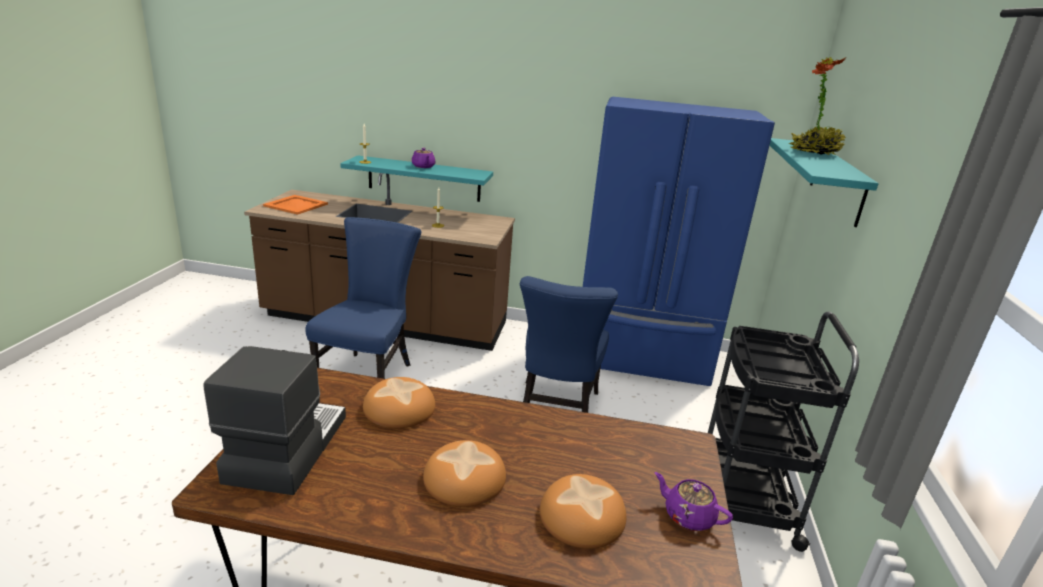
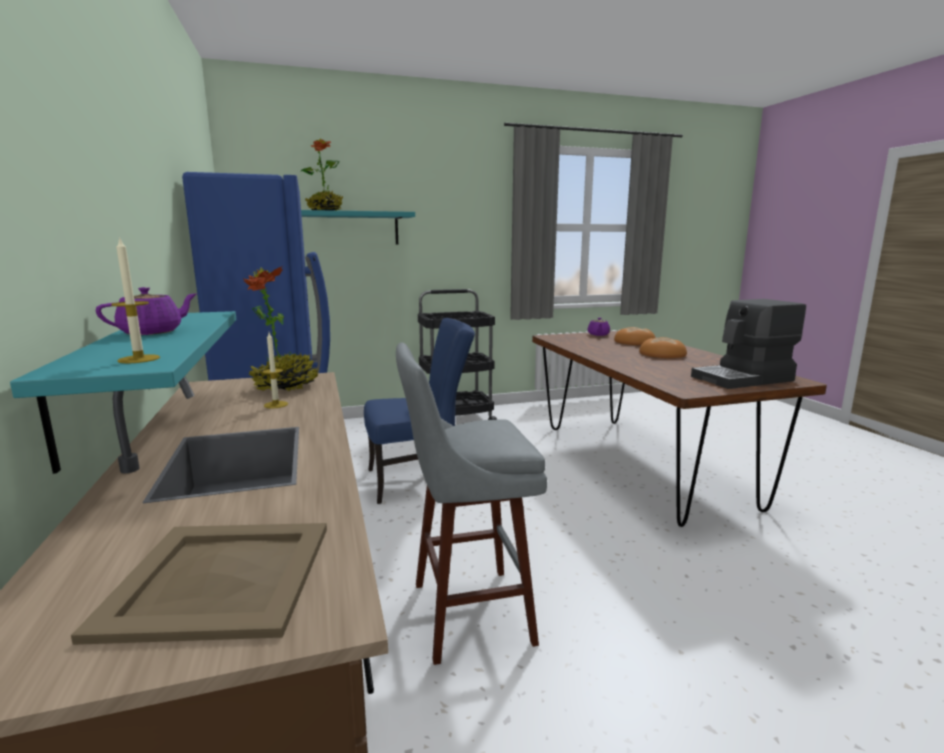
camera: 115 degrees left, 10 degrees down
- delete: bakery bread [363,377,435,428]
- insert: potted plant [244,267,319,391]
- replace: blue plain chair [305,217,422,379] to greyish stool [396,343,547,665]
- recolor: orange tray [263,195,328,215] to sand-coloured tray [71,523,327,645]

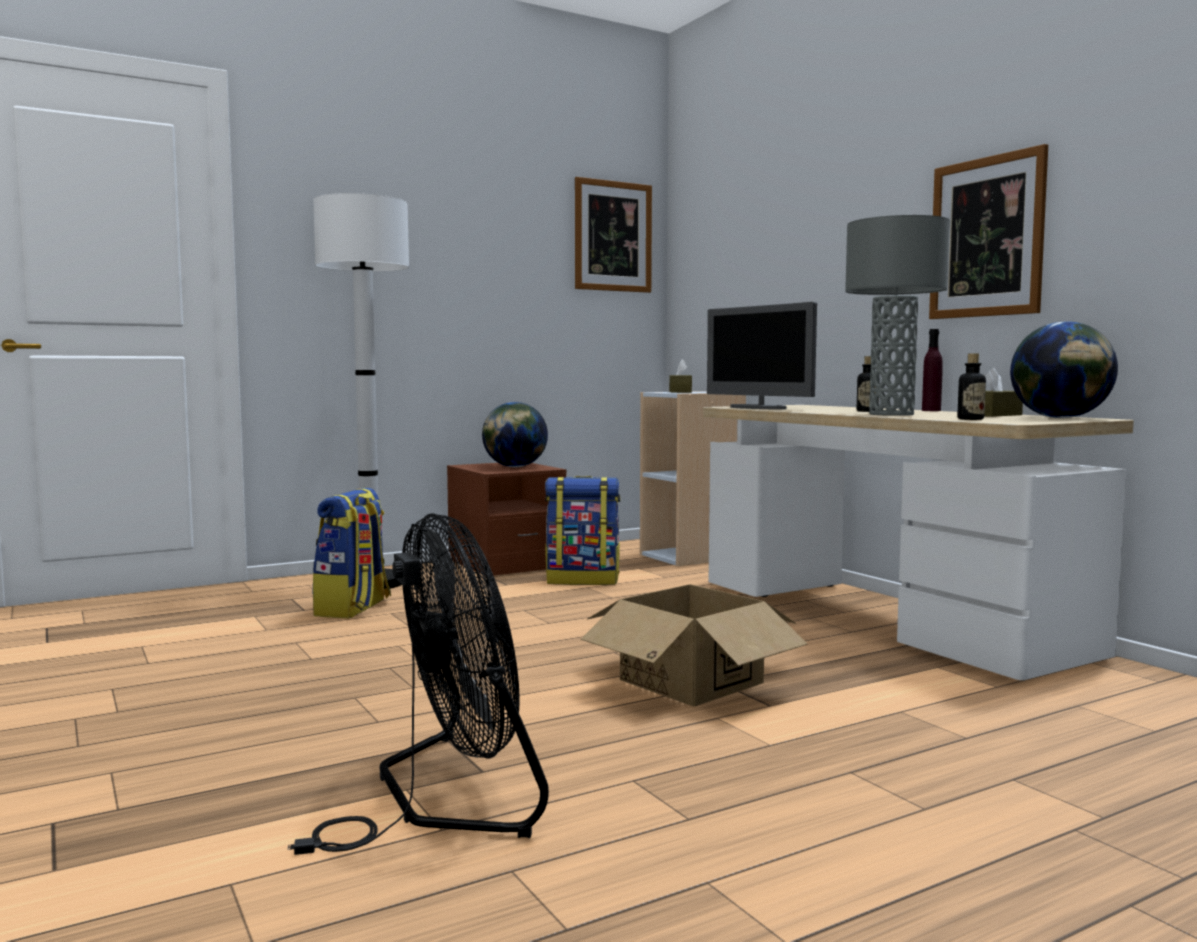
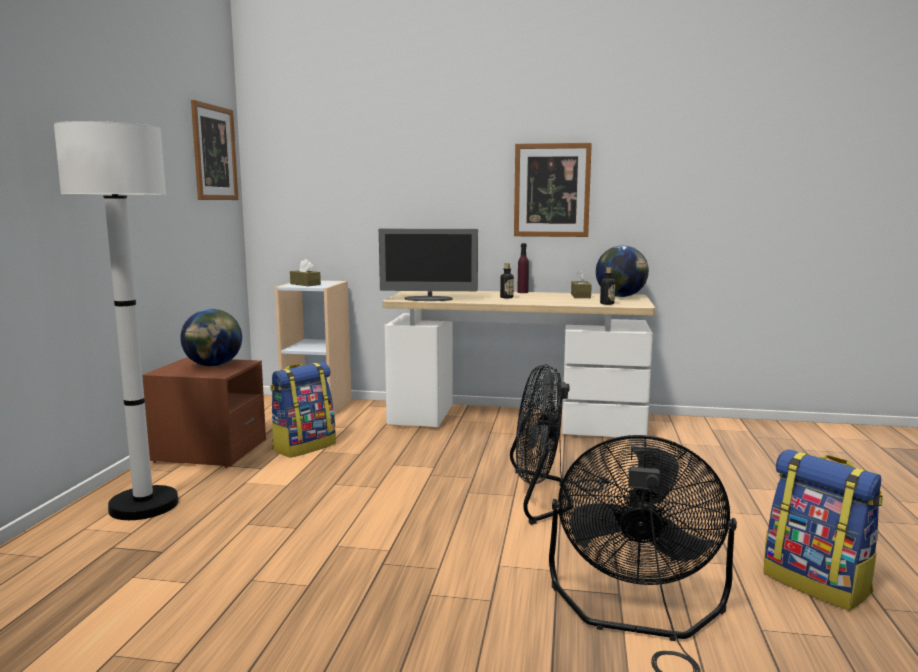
camera: 50 degrees left, 5 degrees up
- delete: greyish lamp for a table [845,215,950,416]
- move: backpack [312,488,391,618] to [763,449,883,611]
- replace: packing box [581,584,807,706] to blackish fan [510,364,612,525]

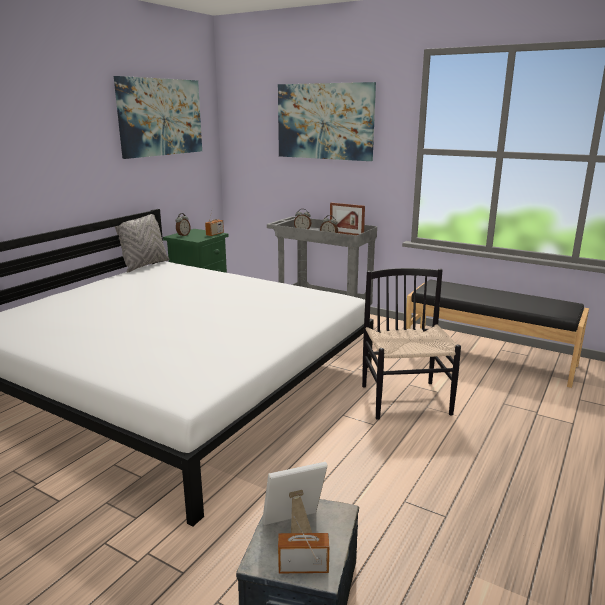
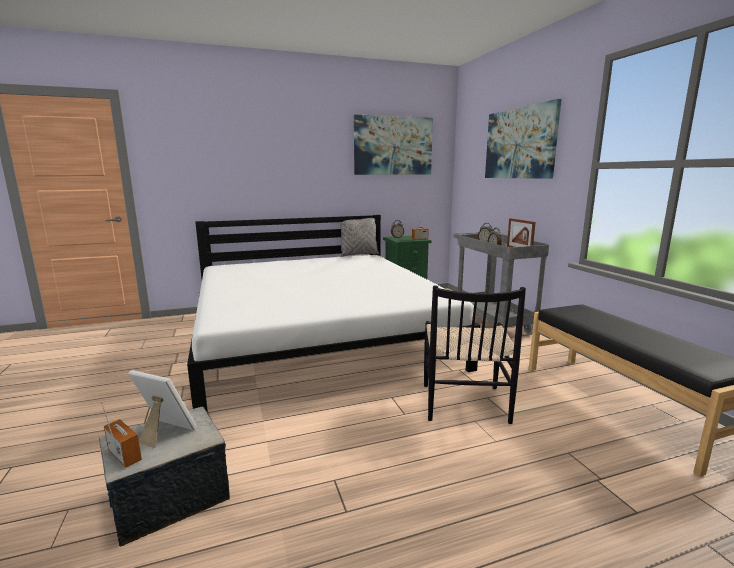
camera: 40 degrees right, 5 degrees down
- rotate: blackish plain chair [362,268,461,420] = [424,286,526,424] 150 degrees clockwise

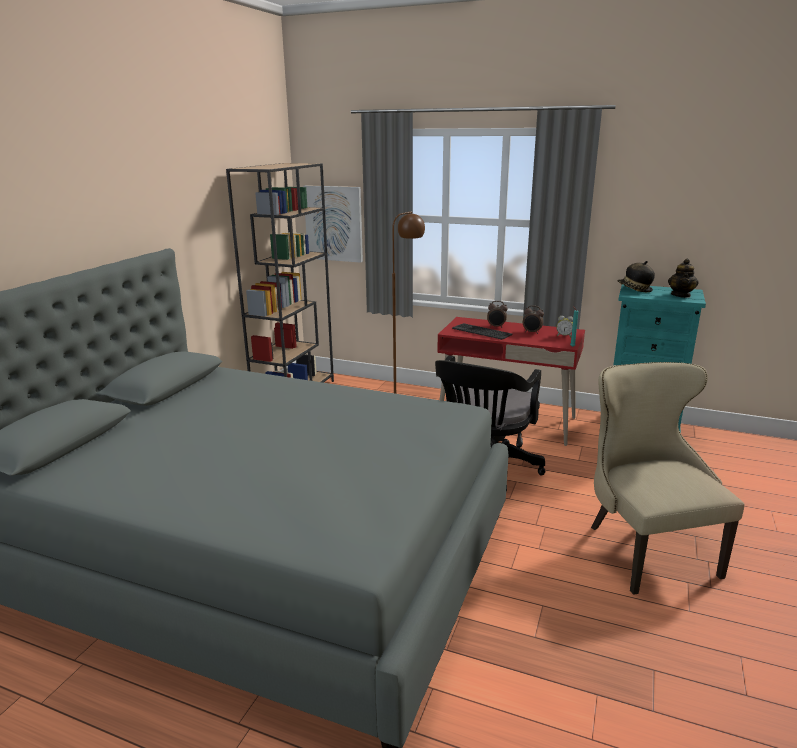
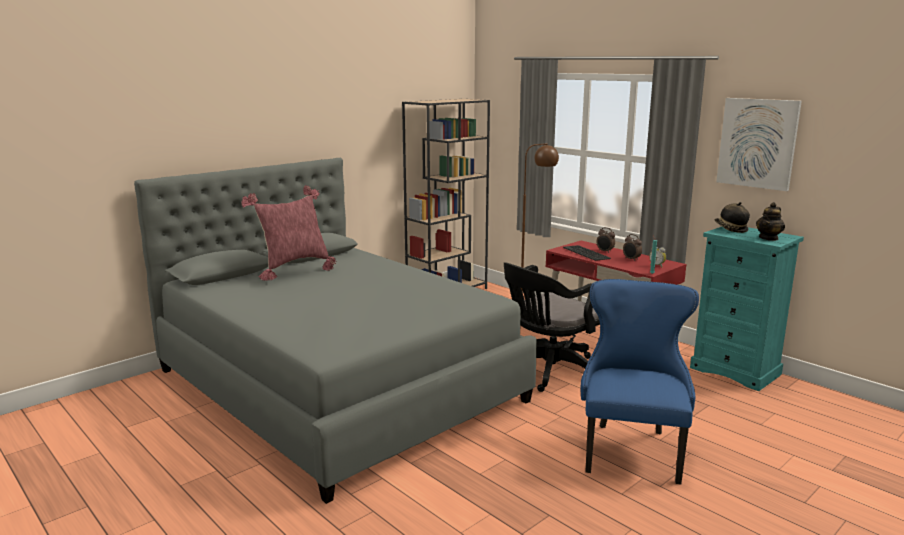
camera: 25 degrees right, 5 degrees down
- insert: reddish pillow [242,185,336,281]
- move: picture [303,185,363,263] to [716,98,802,191]
- recolor: sand-coloured plain chair [591,362,744,595] to blue plain chair [581,279,699,484]

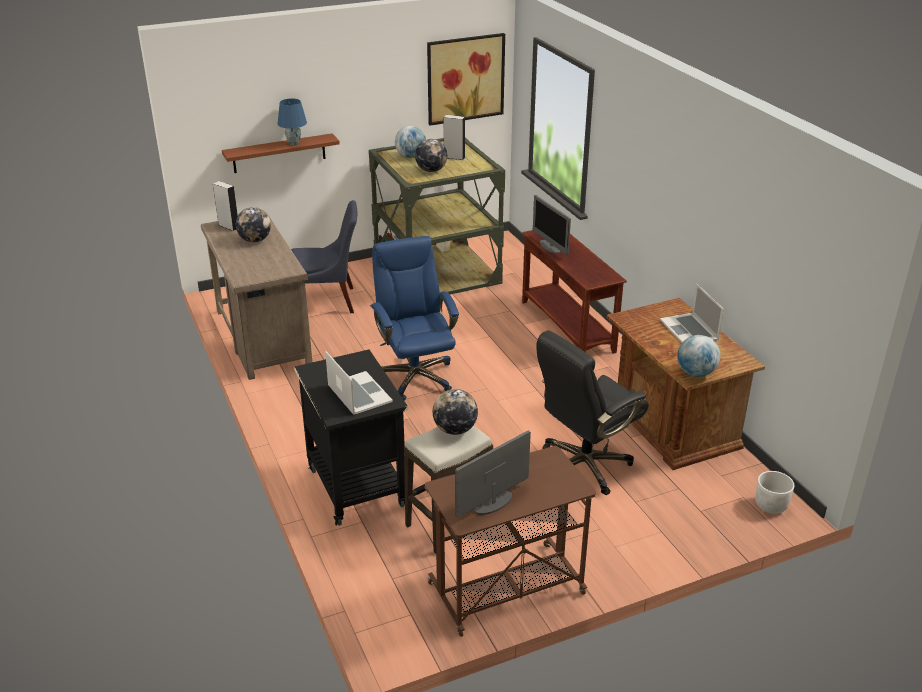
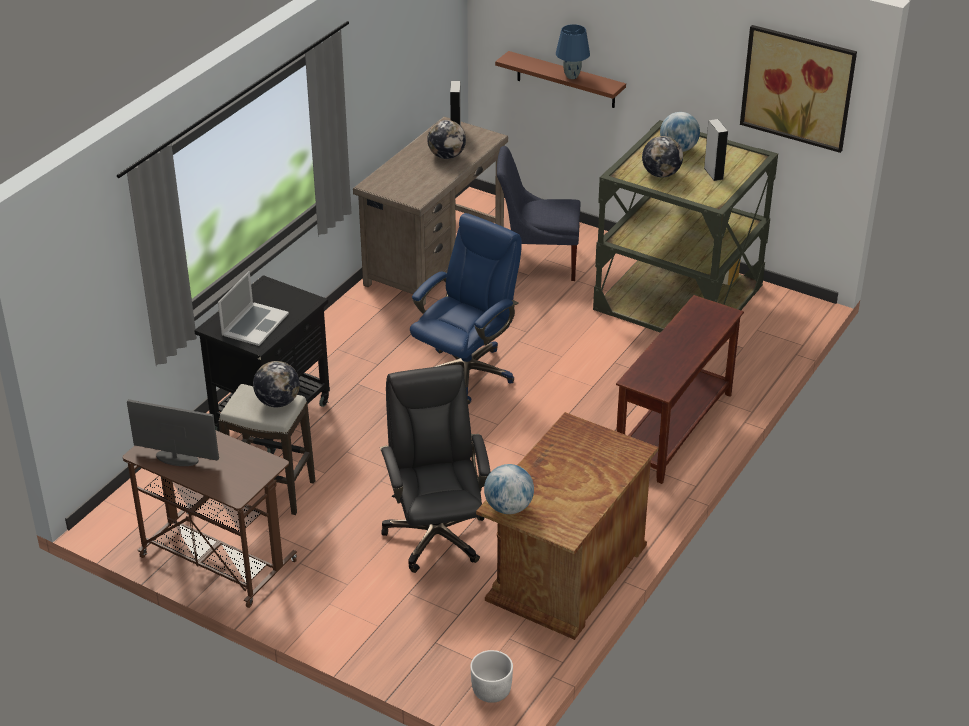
camera: 55 degrees right, 5 degrees up
- delete: computer display [533,195,571,255]
- delete: laptop [660,284,724,343]
- rotate: blue plain chair [291,200,358,313] = [497,146,581,281] 135 degrees clockwise
- rotate: blackish desk chair [536,330,649,495] = [380,365,491,573] 60 degrees clockwise

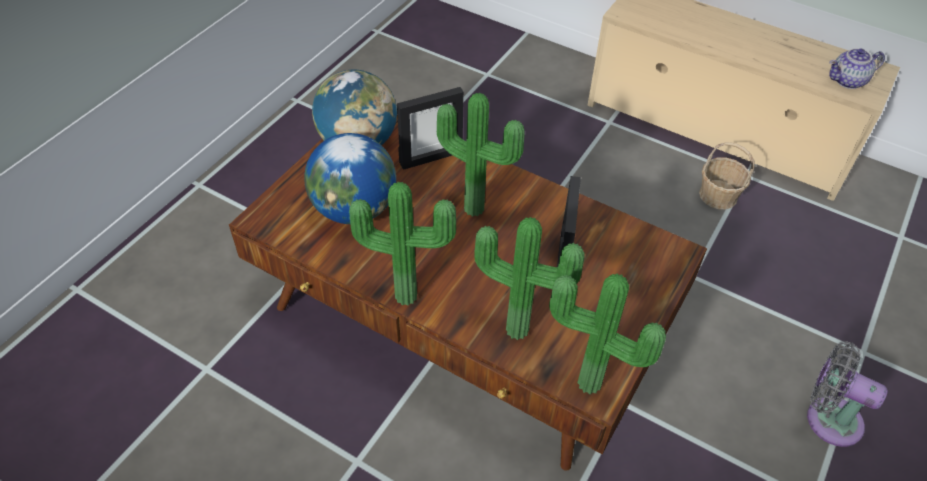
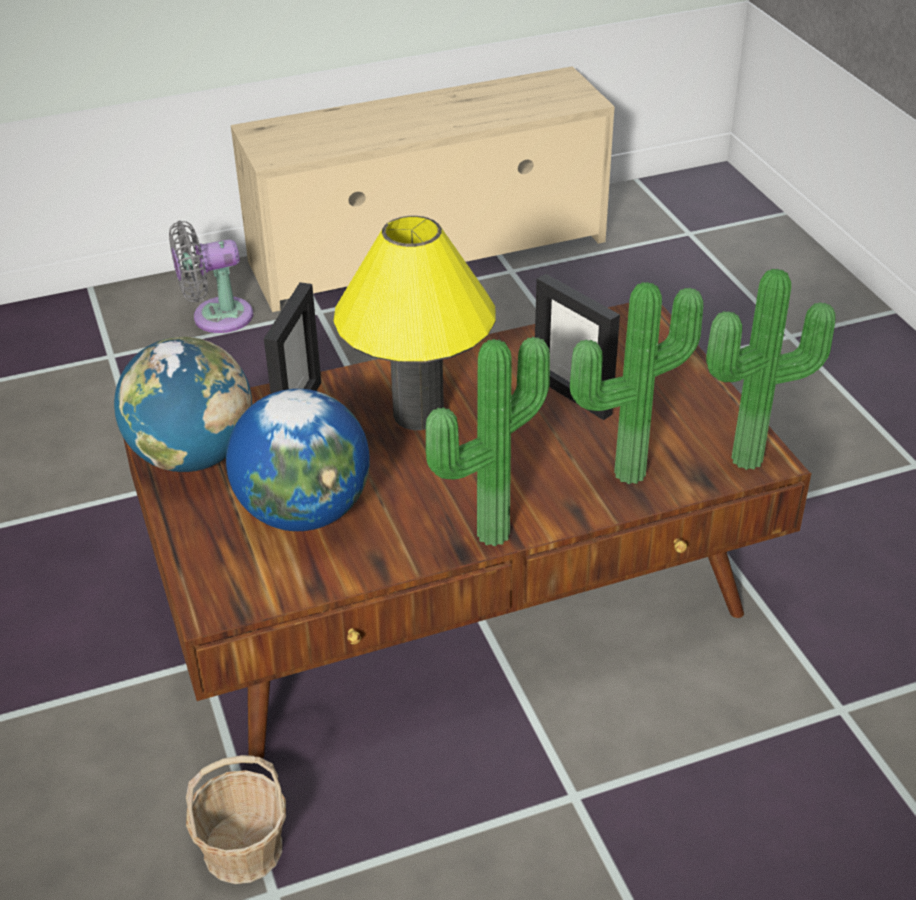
camera: 50 degrees left, 10 degrees down
- delete: teapot [829,48,885,89]
- move: storage basket [699,142,755,210] to [186,755,286,884]
- move: greyish fan [807,341,888,447] to [169,221,253,333]
- replace: potted plant [437,93,525,216] to yellowish lamp for a table [334,216,496,430]

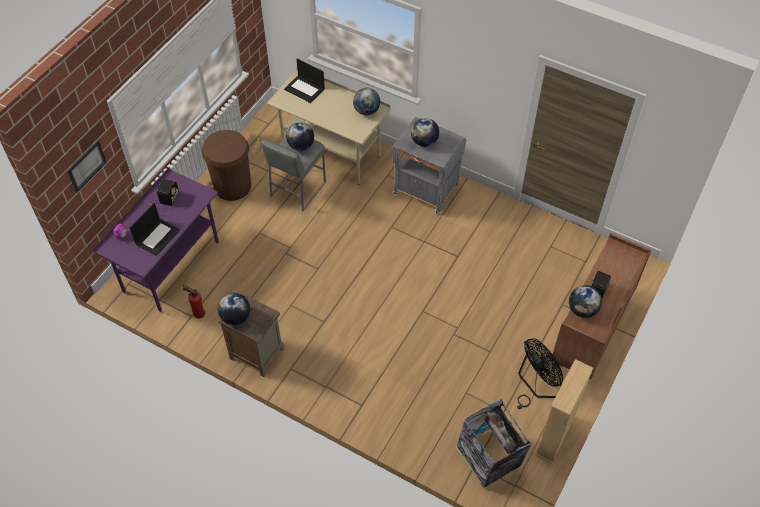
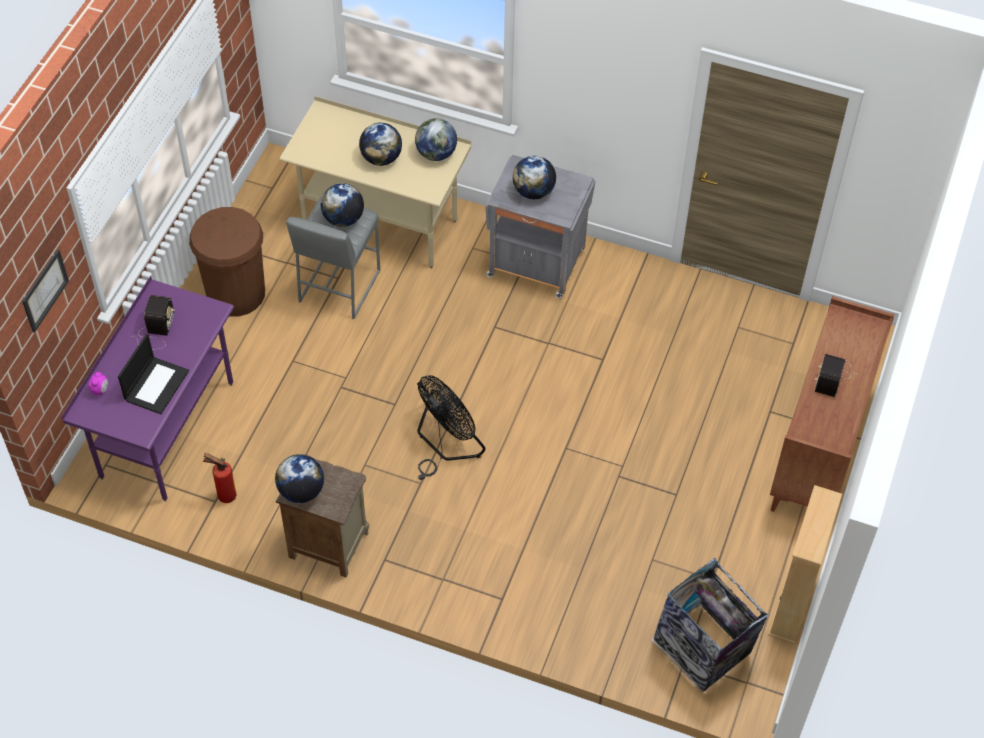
camera: 10 degrees left, 0 degrees up
- delete: laptop [284,58,325,103]
- move: blackish fan [516,339,563,409] to [417,375,485,480]
- move: world globe [569,285,602,318] to [359,123,402,166]

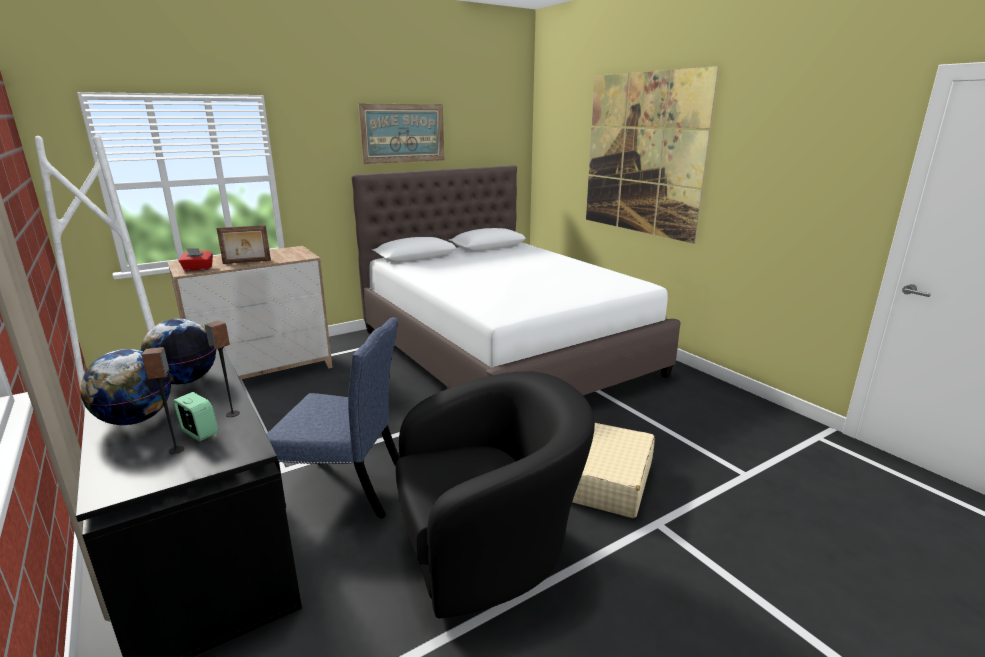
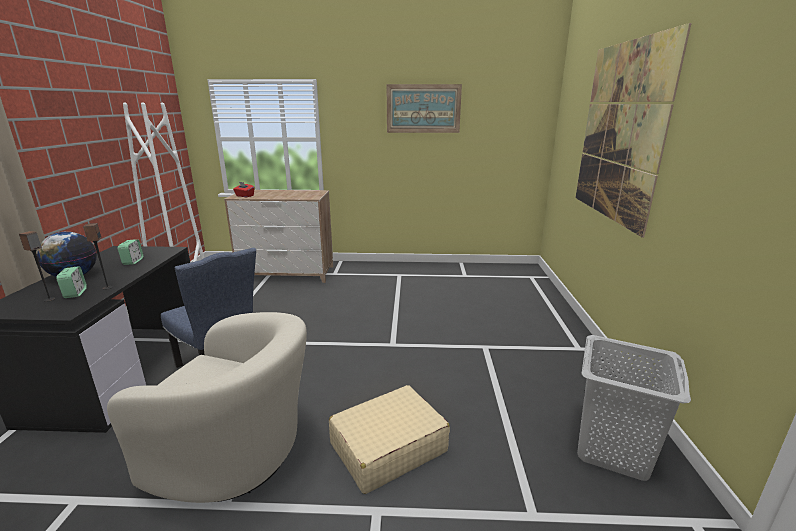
camera: 35 degrees right, 0 degrees up
- delete: standing frame [216,225,271,264]
- delete: white bed [352,165,681,395]
- insert: greyish laundry basket [577,335,691,481]
- replace: world globe [141,318,216,384] to table clock [118,239,143,265]
- recolor: blackish lounge chair [395,371,595,618] to sand-coloured lounge chair [107,312,307,503]

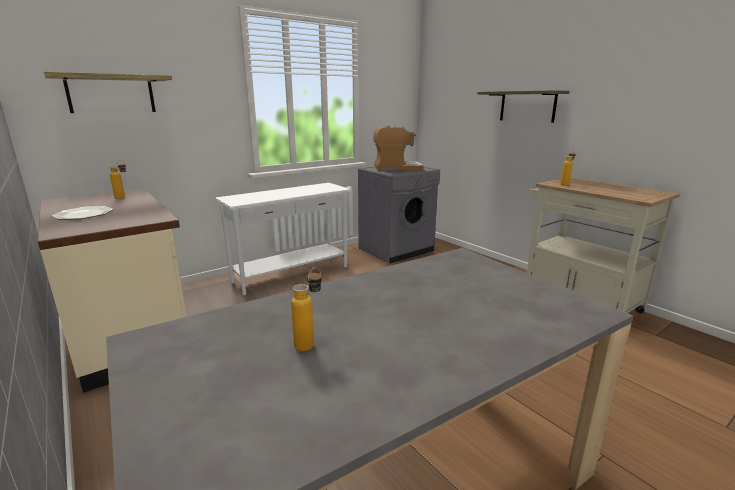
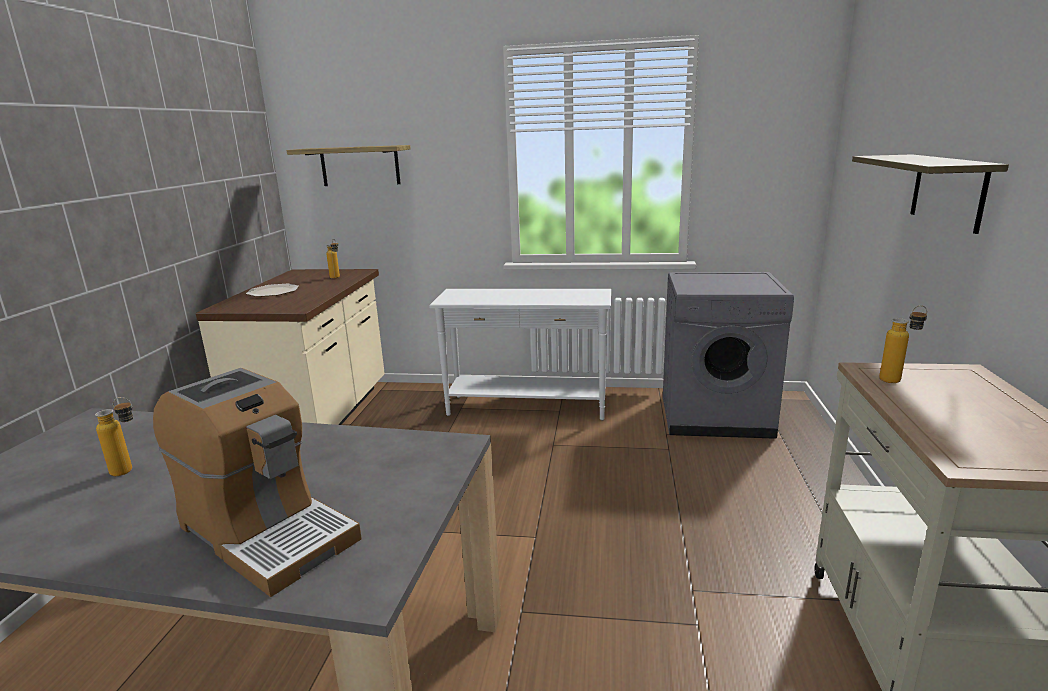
camera: 45 degrees right, 0 degrees up
- move: coffee maker [373,126,423,171] to [153,368,362,597]

